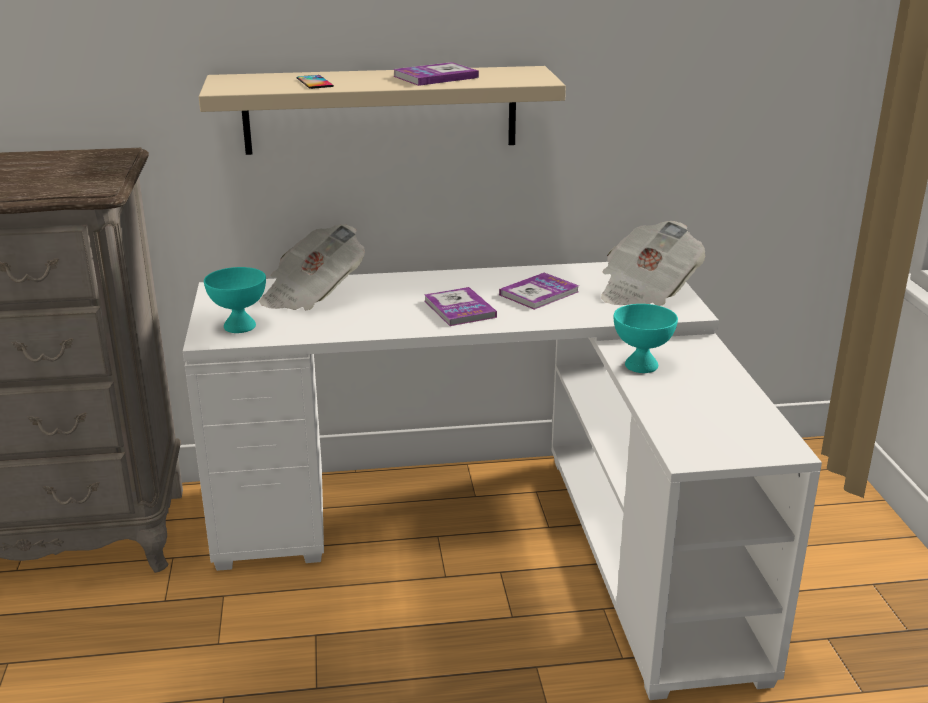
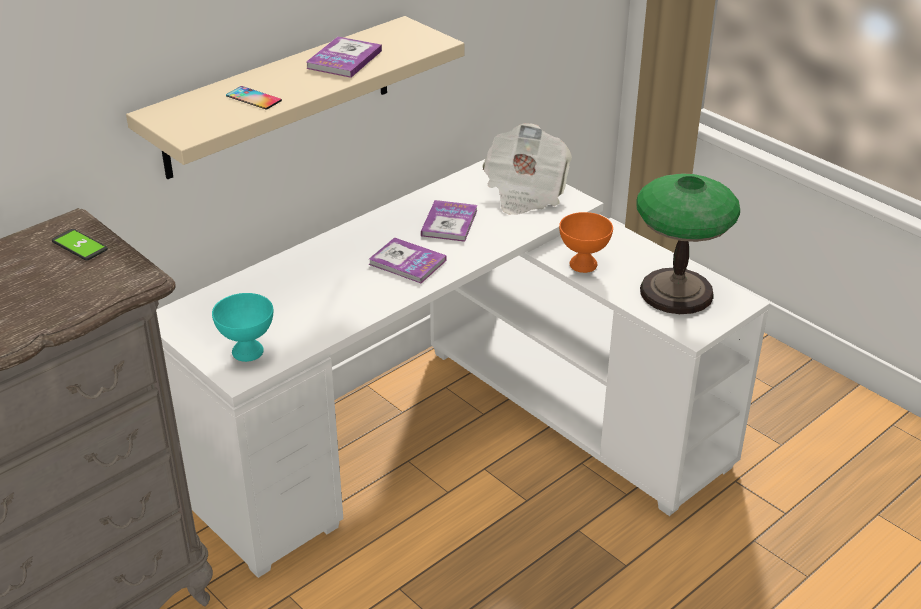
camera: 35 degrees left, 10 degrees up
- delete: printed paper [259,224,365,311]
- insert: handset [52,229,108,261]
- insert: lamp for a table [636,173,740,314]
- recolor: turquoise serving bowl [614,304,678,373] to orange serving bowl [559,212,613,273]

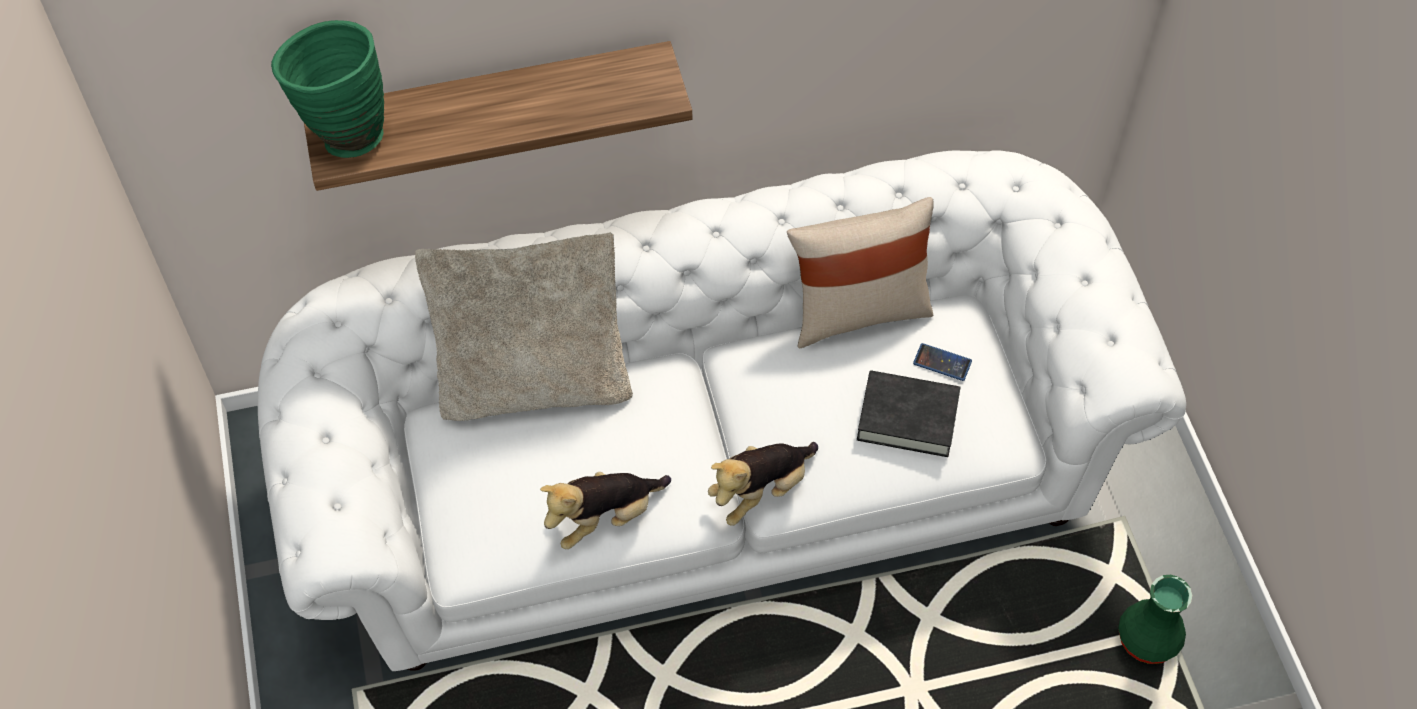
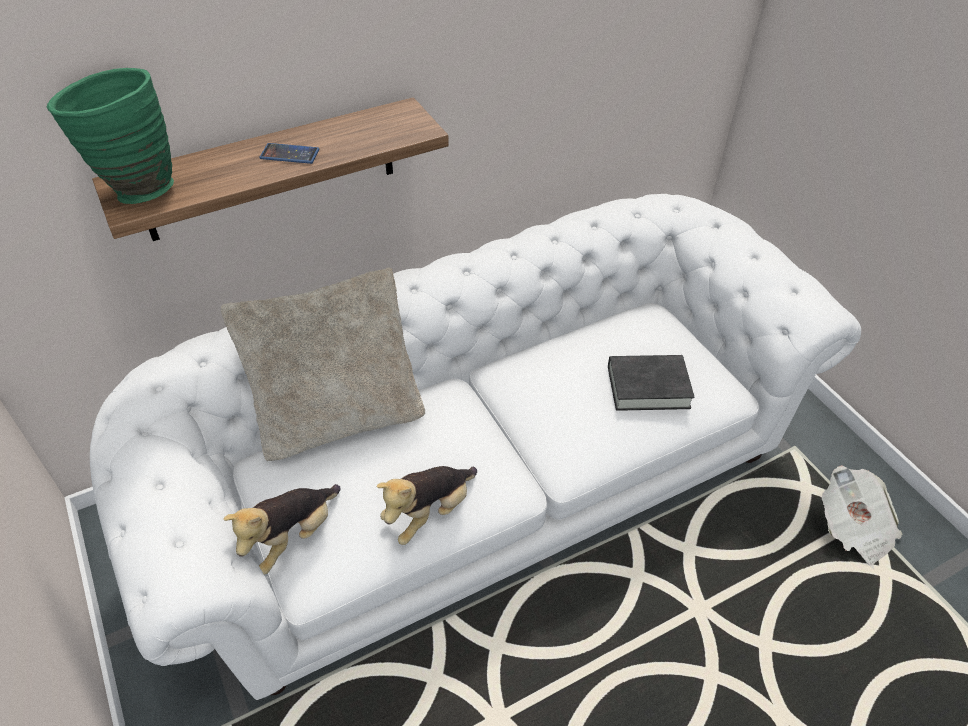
camera: 15 degrees left, 10 degrees down
- delete: sand-coloured pillow [787,197,934,348]
- move: cuddly toy [708,442,818,525] to [223,484,341,575]
- move: handset [913,343,972,381] to [259,143,319,164]
- replace: green vase [1118,575,1192,664] to printed paper [822,465,902,570]

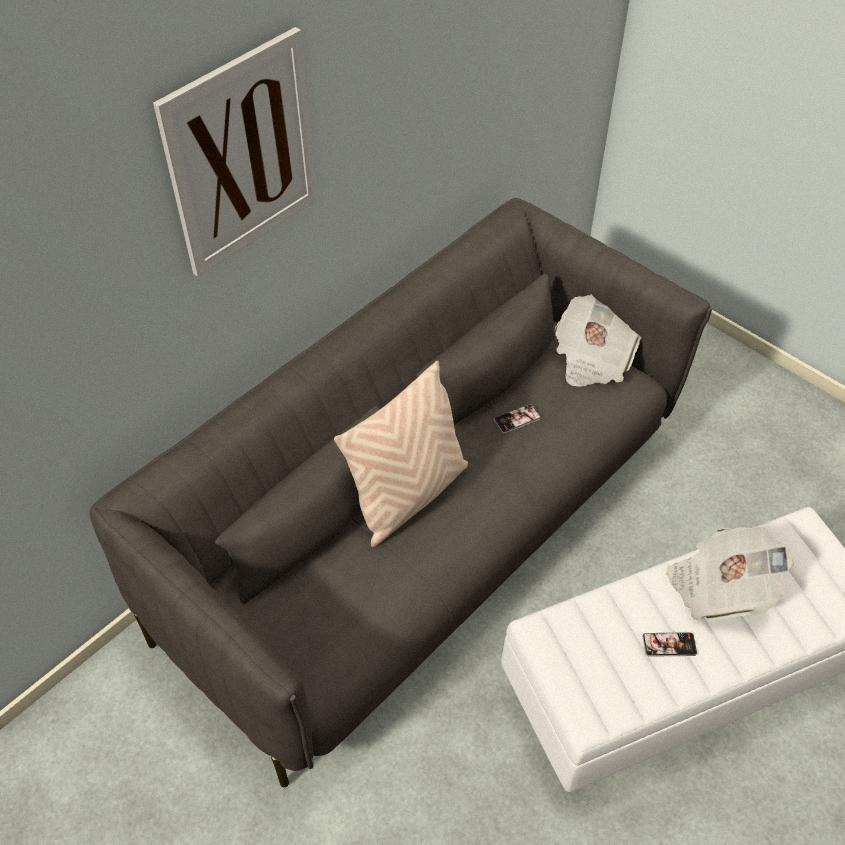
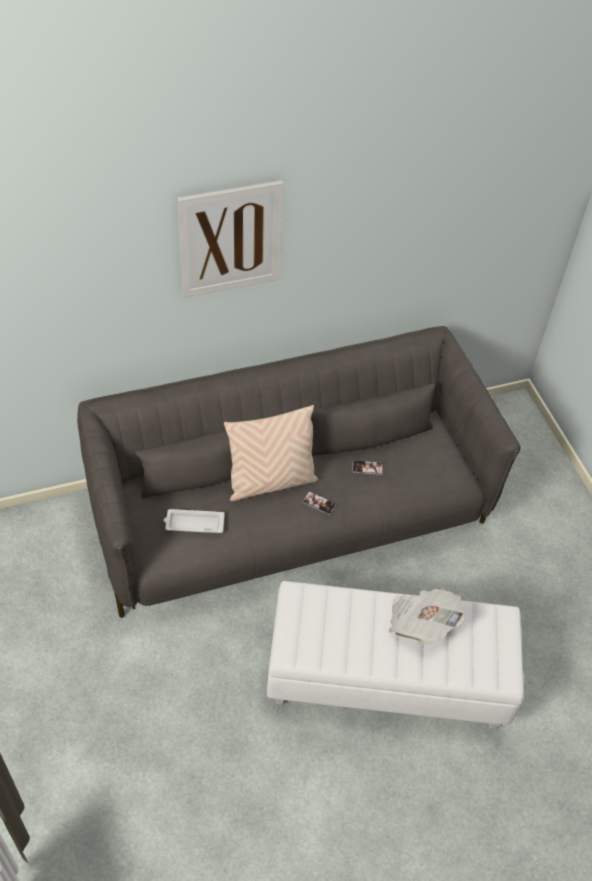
camera: 25 degrees right, 0 degrees up
- delete: printed paper [554,294,642,387]
- insert: white tray [163,509,225,533]
- move: handset [643,632,697,657] to [302,492,336,515]

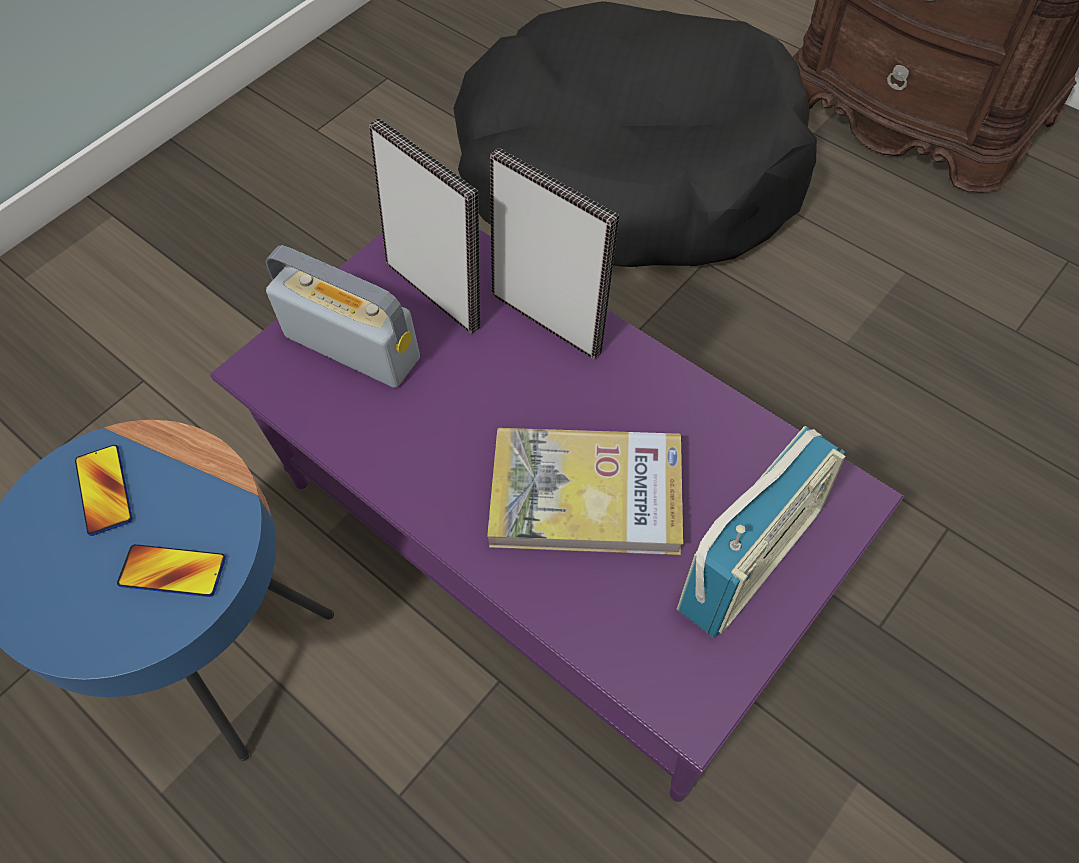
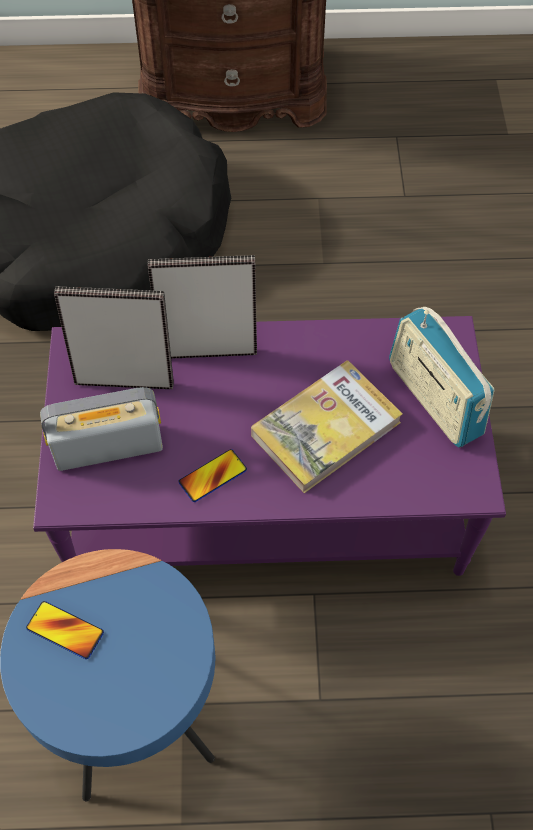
camera: 45 degrees left, 0 degrees up
- move: handset [117,544,226,597] to [179,449,247,502]
- rotate: radio set [676,426,845,638] = [389,307,495,448] 150 degrees clockwise

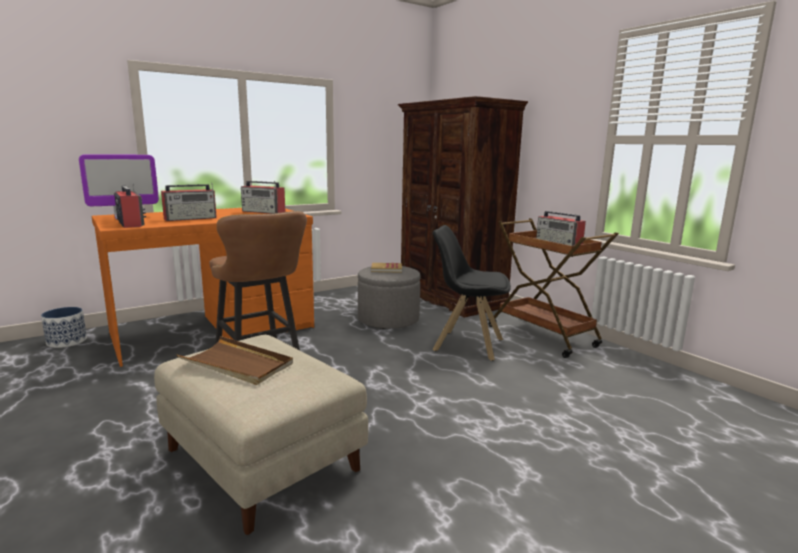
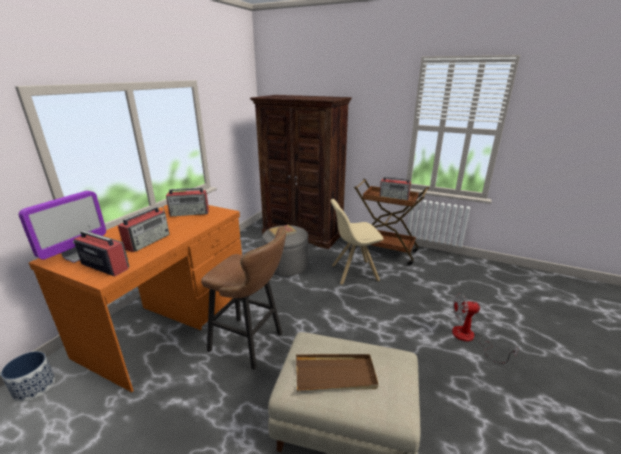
camera: 30 degrees left, 10 degrees up
- insert: fan [452,294,518,363]
- recolor: blackish plain chair [433,225,511,361] to sand-coloured plain chair [331,199,384,285]

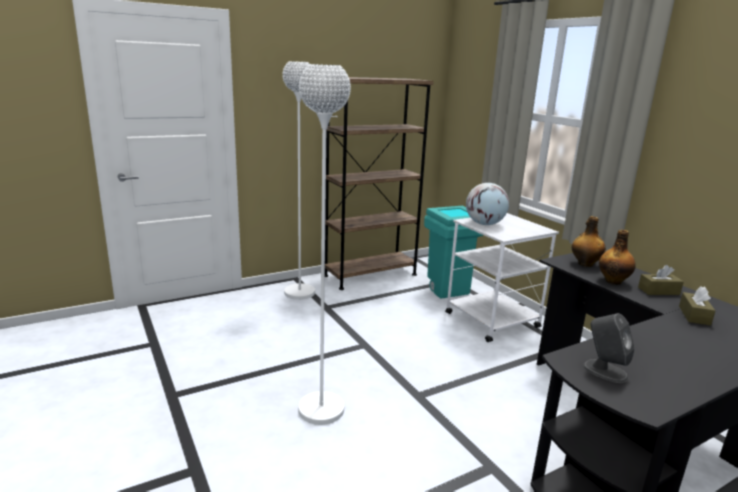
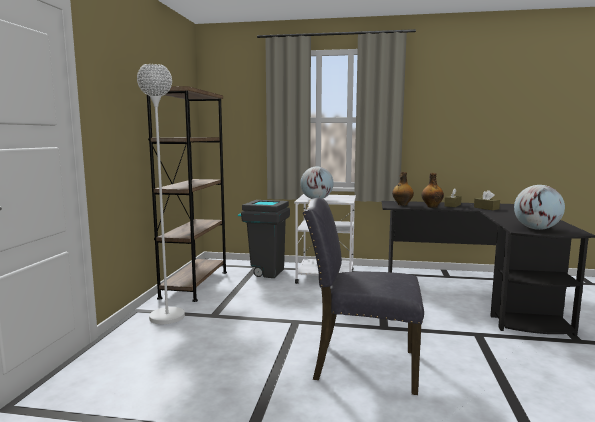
camera: 50 degrees left, 10 degrees down
- replace: white standing lamp [298,64,351,425] to greyish plain chair [303,198,424,395]
- replace: greyish audio speaker [583,313,635,383] to world globe [514,185,565,230]
- recolor: turquoise waste bin [424,206,483,299] to greyish waste bin [238,200,290,278]

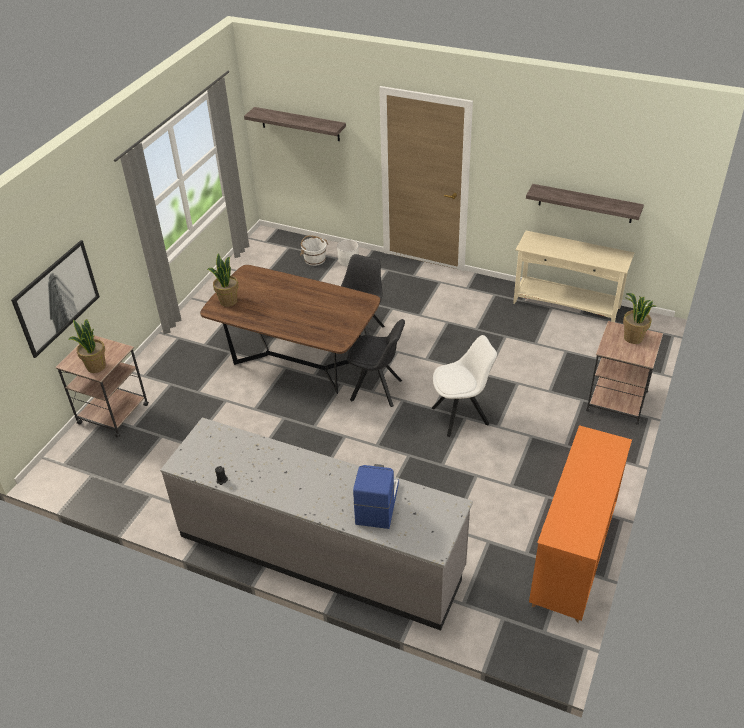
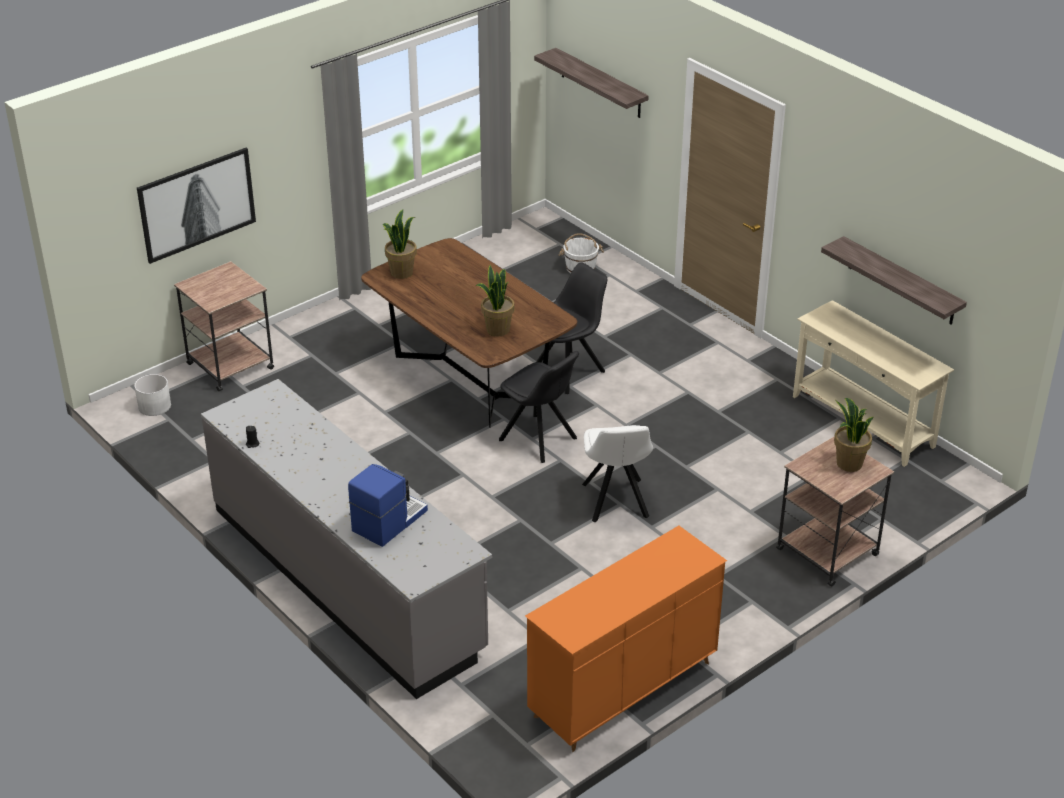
camera: 25 degrees right, 5 degrees down
- move: potted plant [68,319,106,373] to [476,265,514,336]
- move: white planter [337,240,359,267] to [134,374,171,416]
- rotate: white plain chair [432,335,497,437] = [582,425,653,522] 75 degrees clockwise

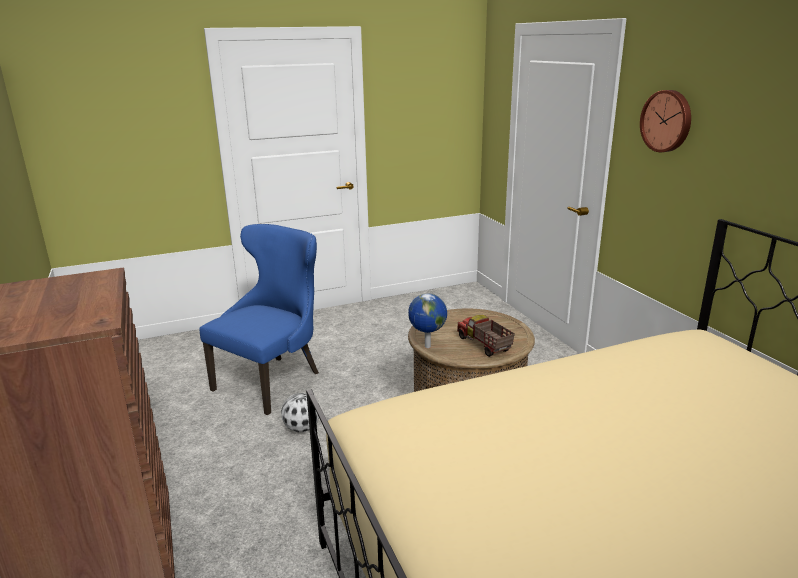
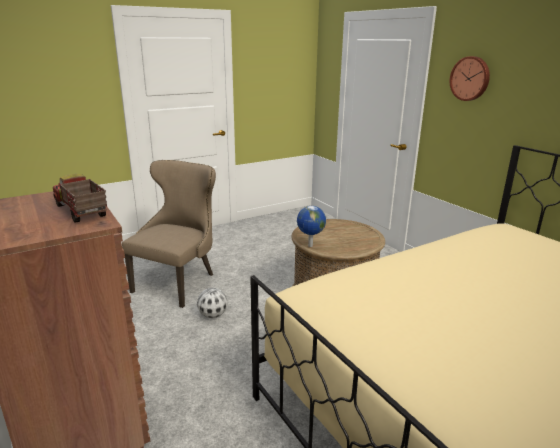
camera: 10 degrees left, 0 degrees up
- move: model truck [457,315,515,357] to [53,174,107,223]
- recolor: blue plain chair [199,224,319,415] to sand-coloured plain chair [122,160,216,308]

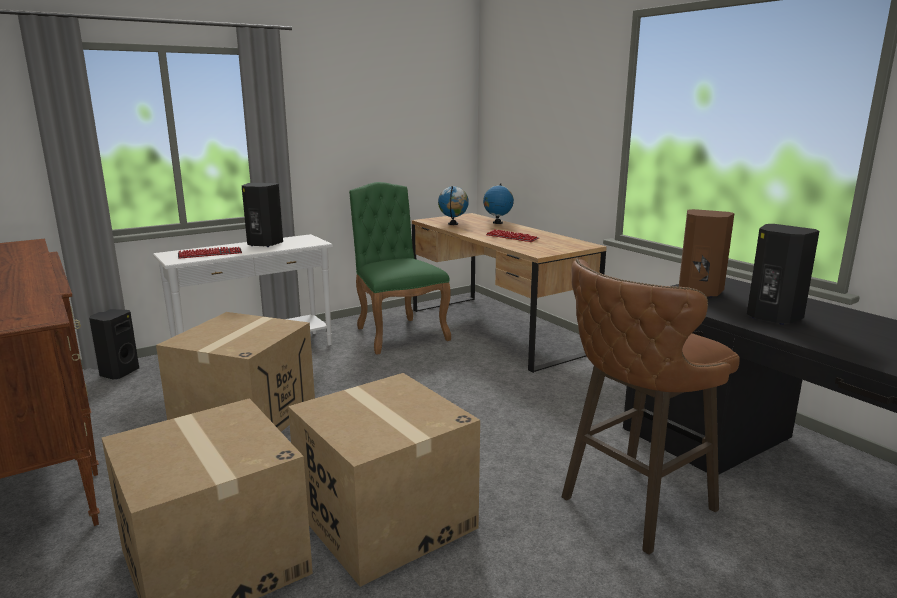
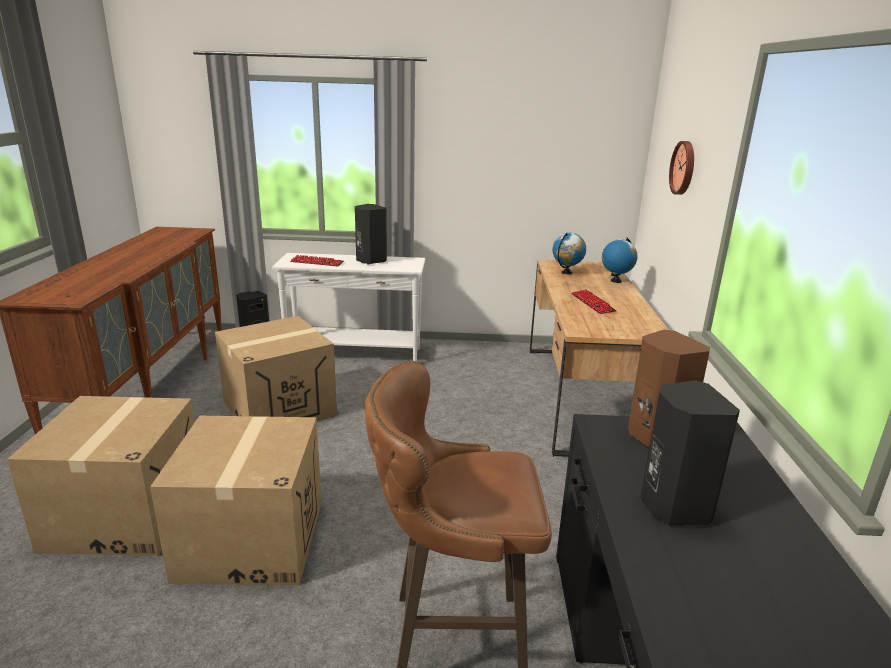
camera: 35 degrees right, 5 degrees up
- delete: green plain chair [349,182,451,355]
- insert: wall clock [669,141,694,195]

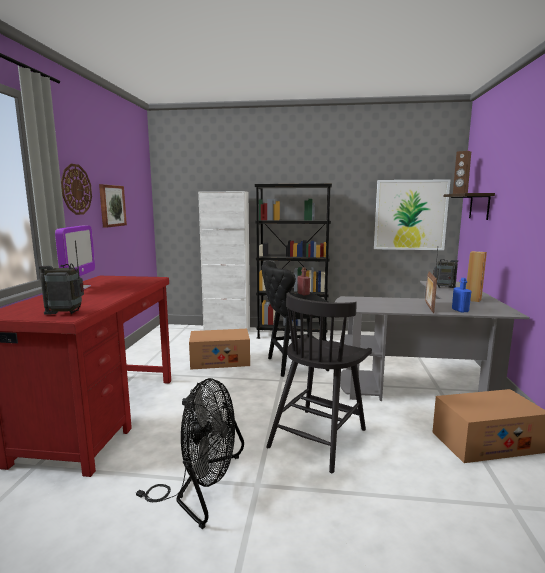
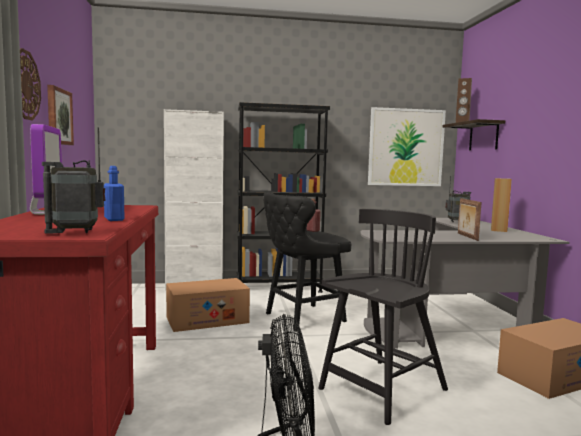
camera: 15 degrees left, 5 degrees down
- move: blue beverage bottle [452,278,471,313] to [104,166,124,221]
- rotate: blackish plain chair [266,292,372,473] = [318,209,448,425] 150 degrees counterclockwise

